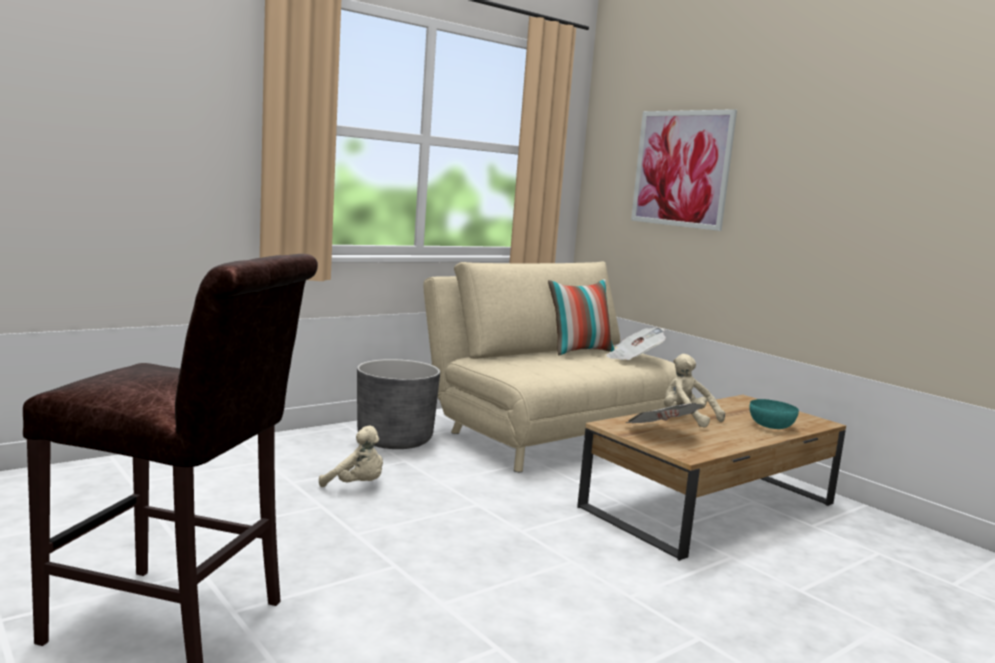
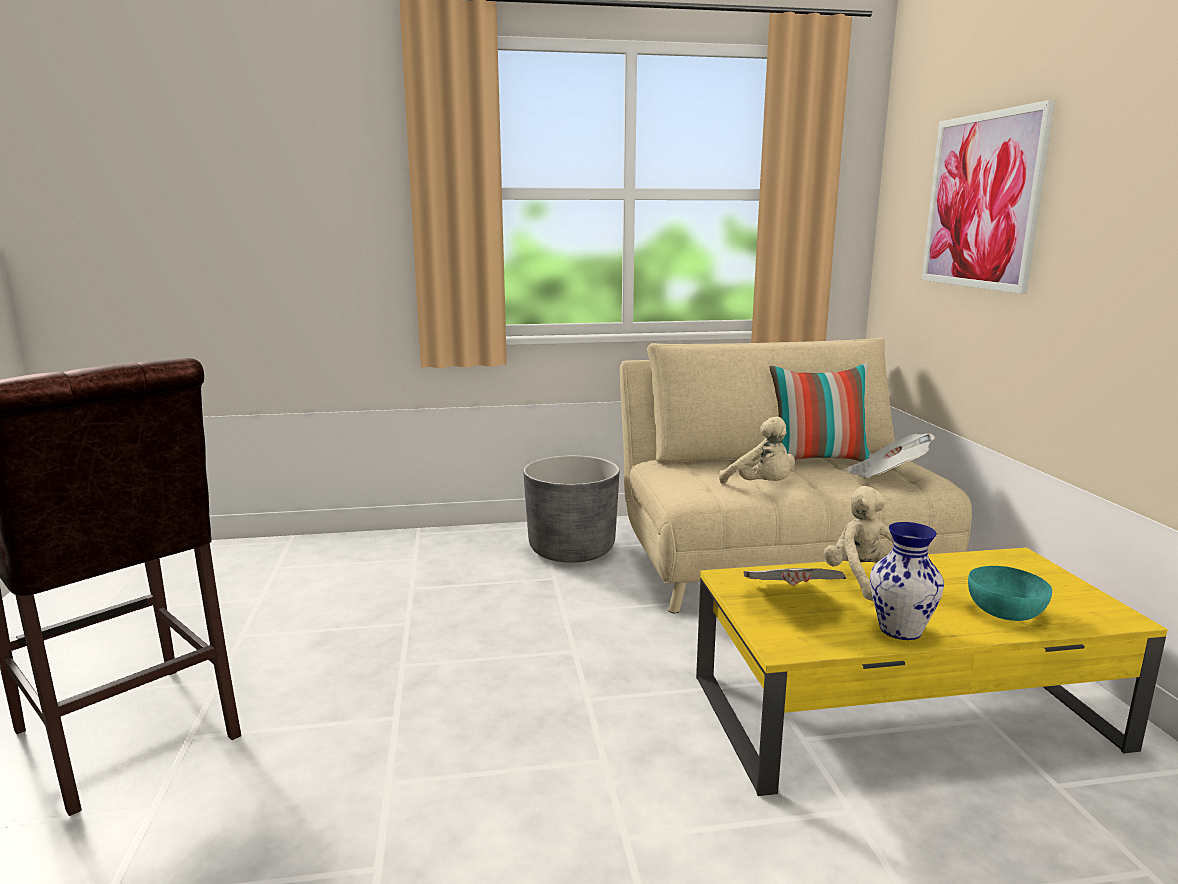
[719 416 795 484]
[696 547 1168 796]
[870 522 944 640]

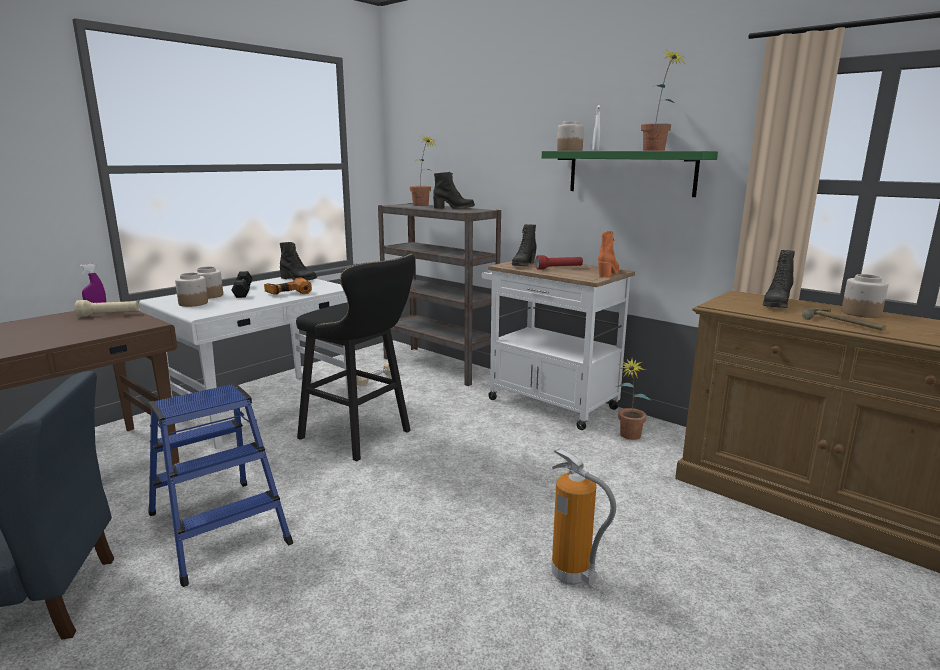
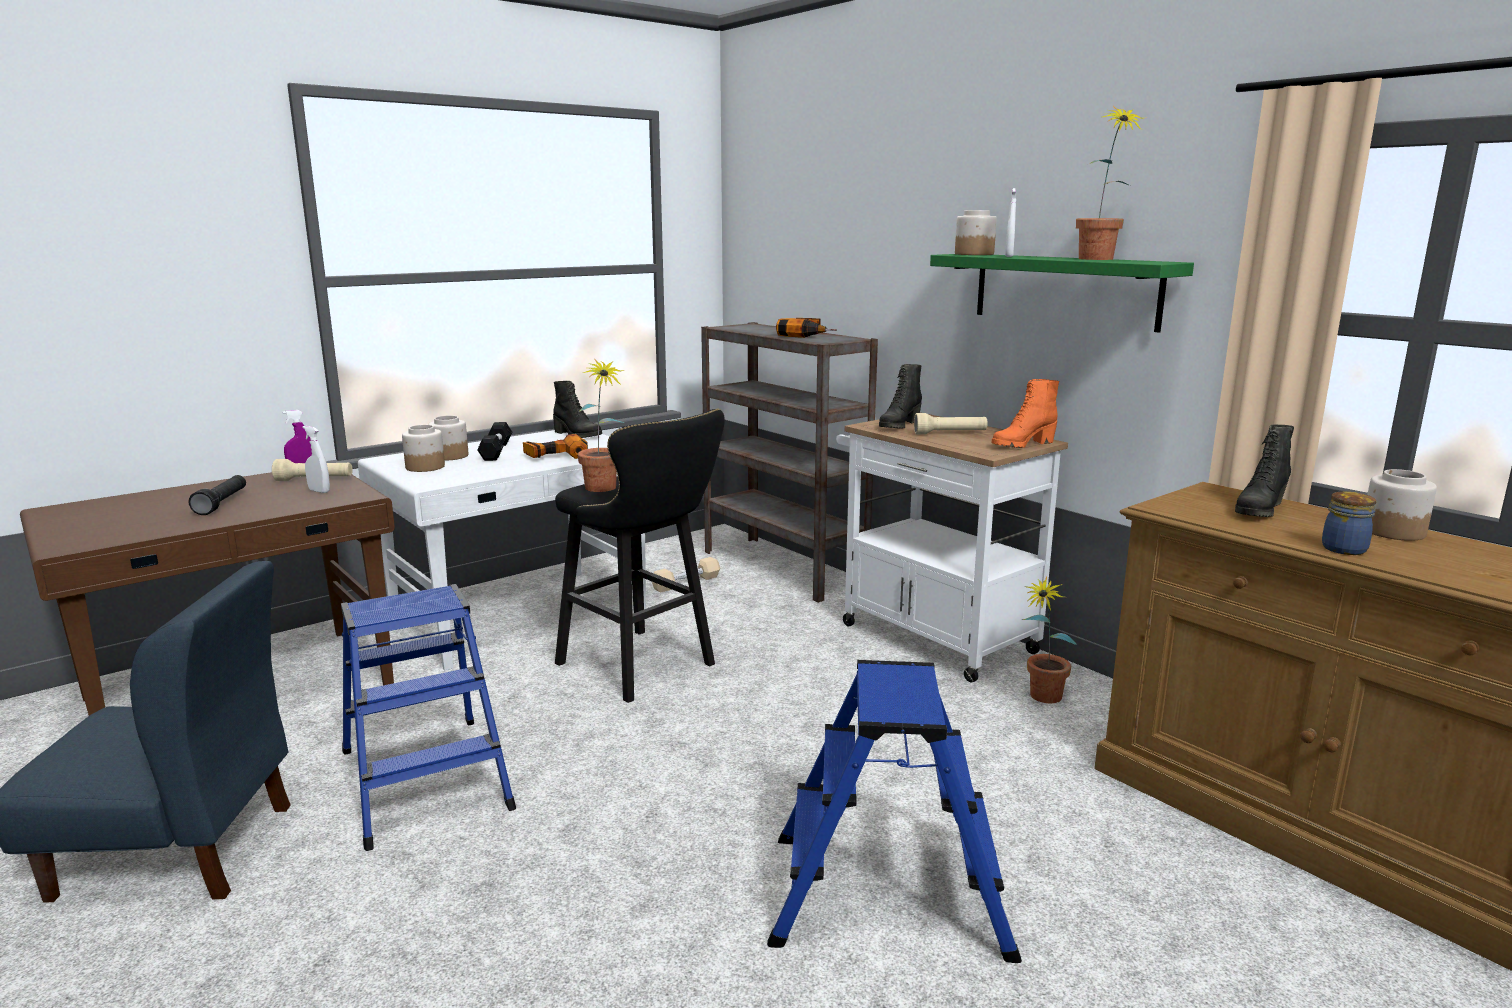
[578 359 624 492]
[776 318 836 338]
[914 413 987 434]
[767 660 1022 963]
[992 379 1059 448]
[1322 492 1376 555]
[189 475 246 515]
[303 426 330 493]

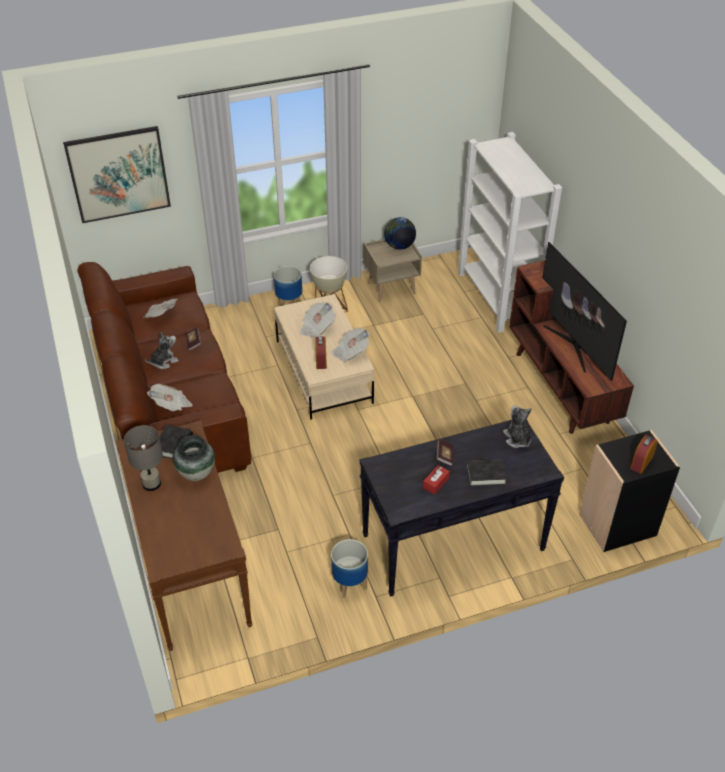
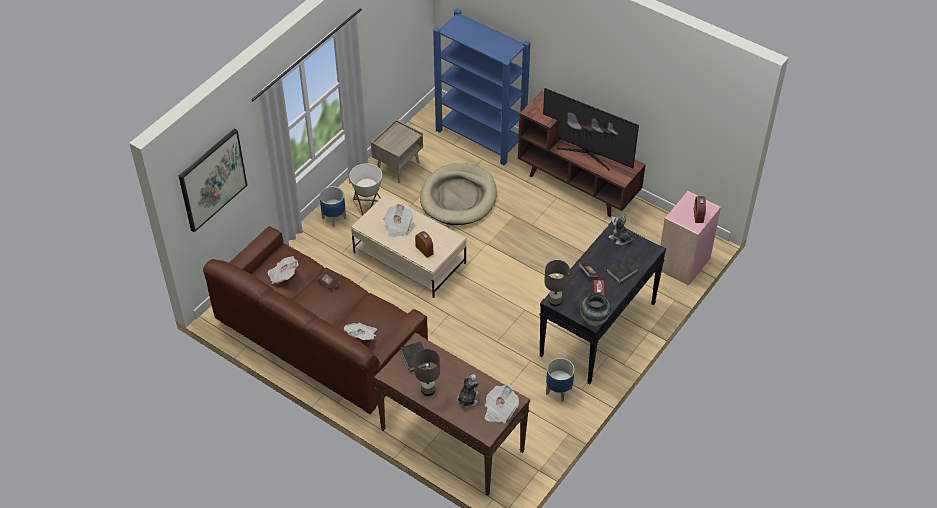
[457 374 479 408]
[580 293 611 326]
[485 385 519 423]
[384 217 416 250] (first image)
[433 9 530 165]
[660 191 721 286]
[420 163 497 225]
[544 260 570 306]

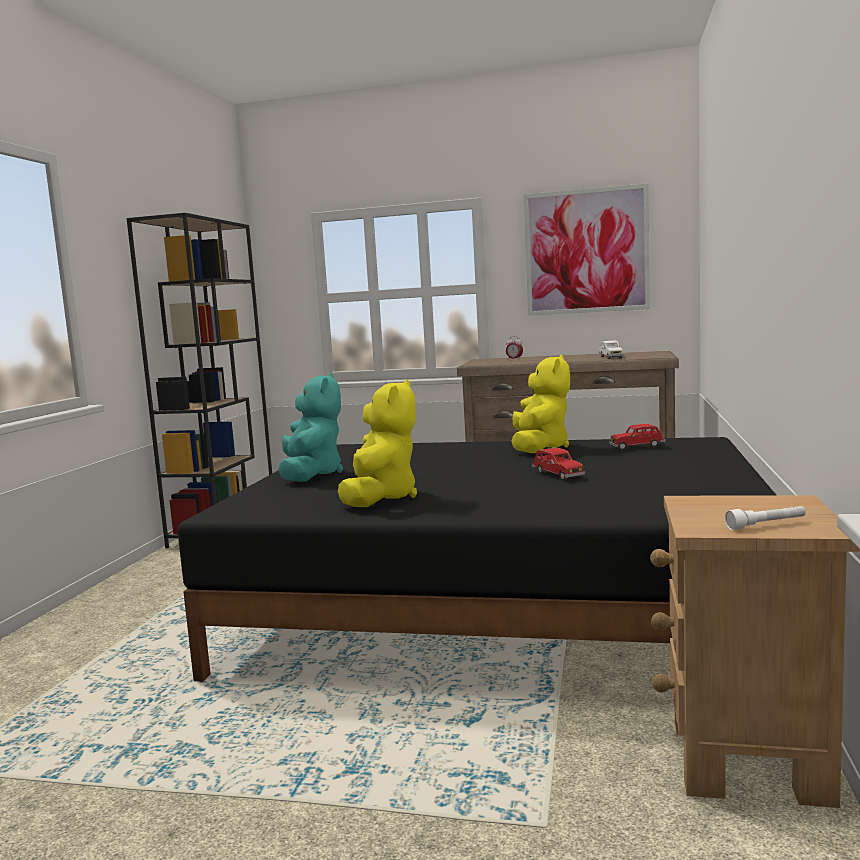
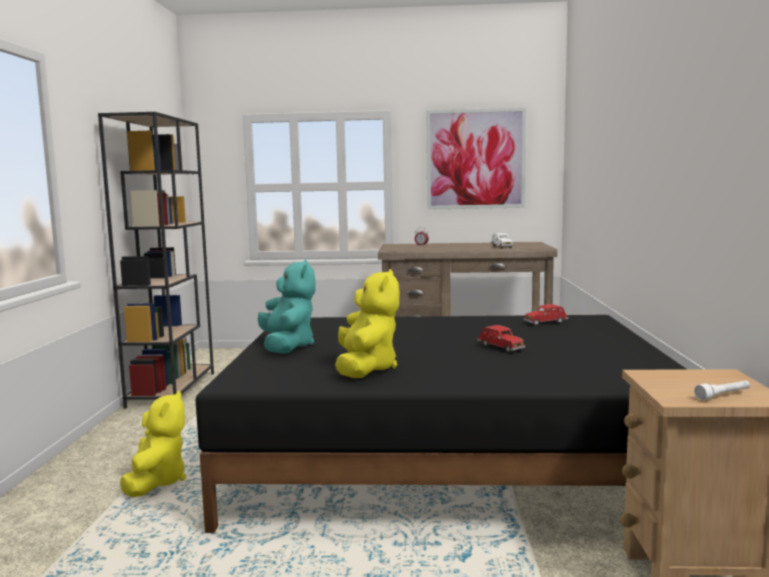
[120 391 186 497]

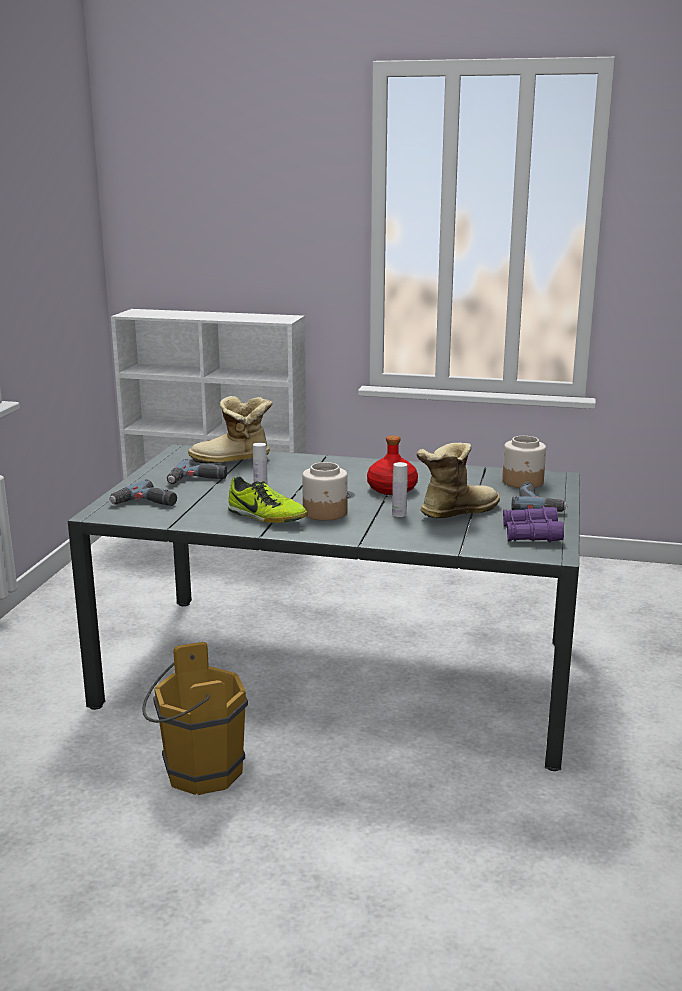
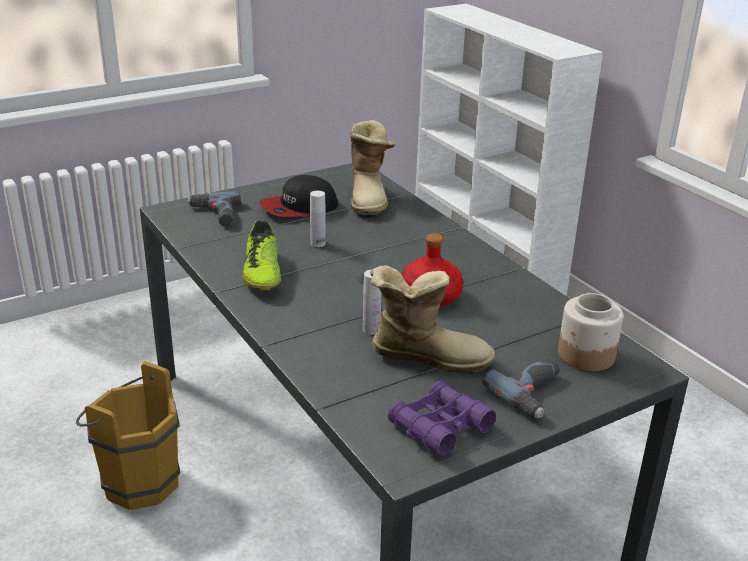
[259 175 338 217]
[350 120 396 217]
[302 462 348 520] (first image)

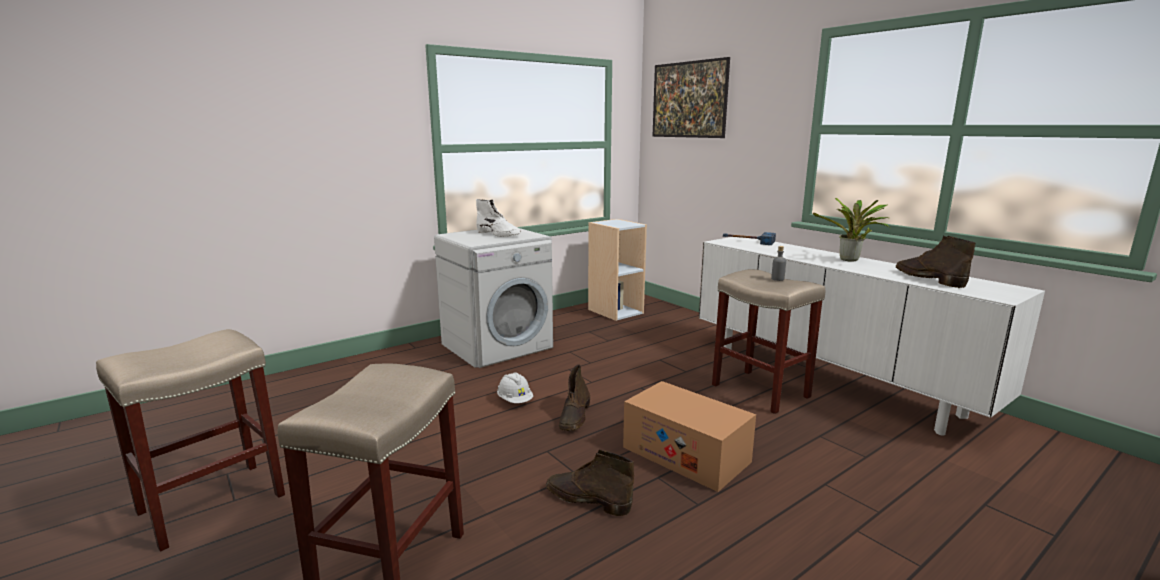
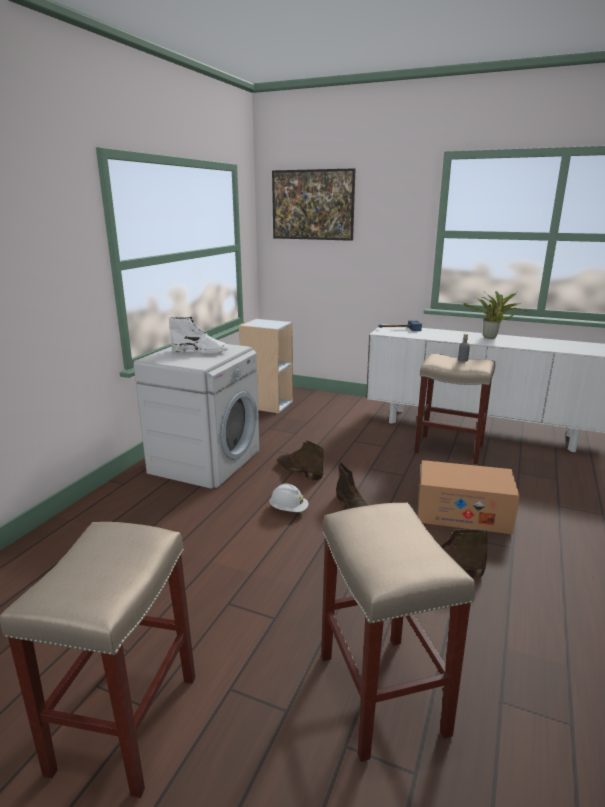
[277 441 323 481]

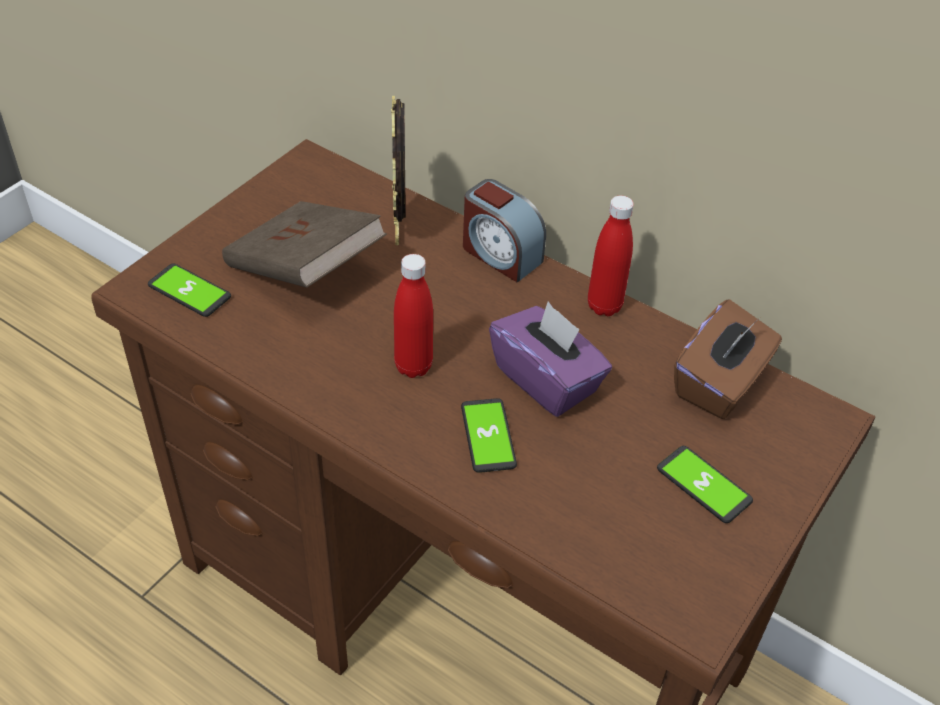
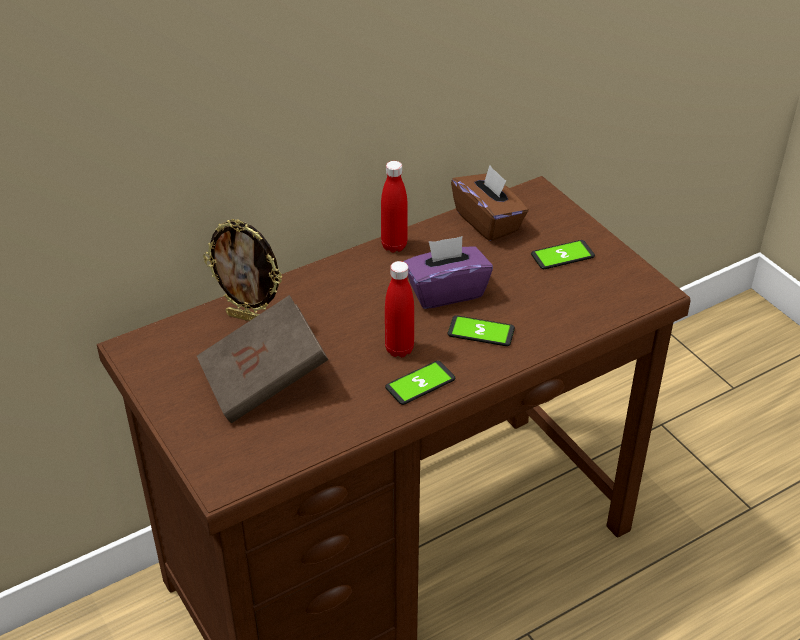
[385 361 455 405]
[463 179 546 282] (first image)

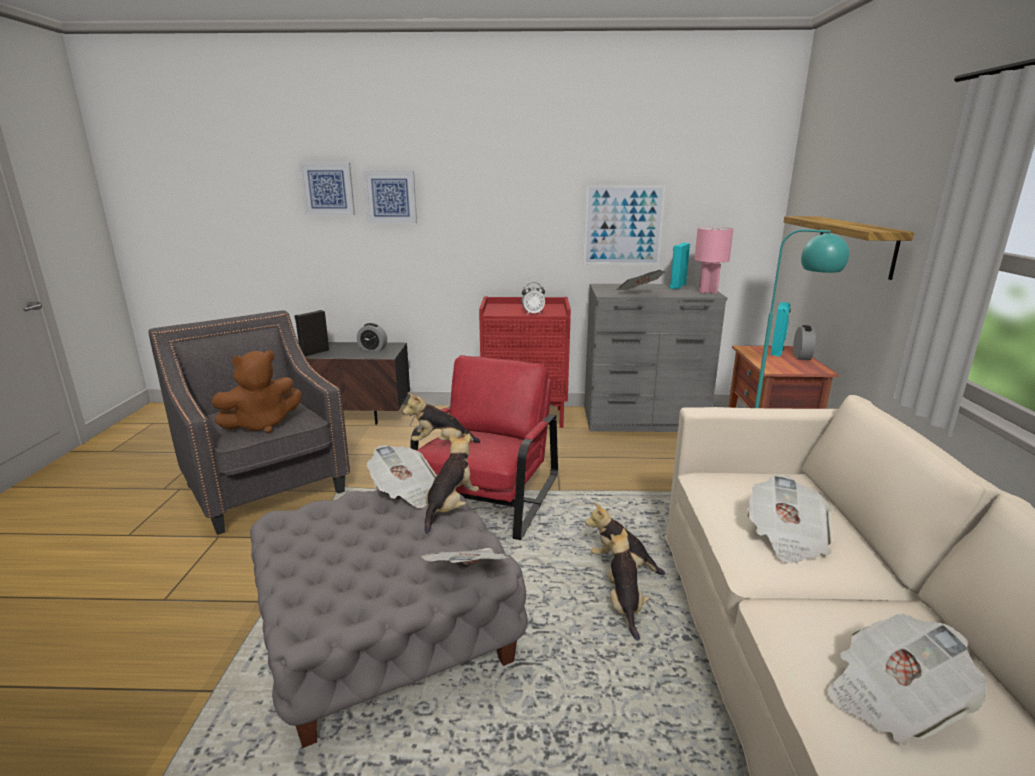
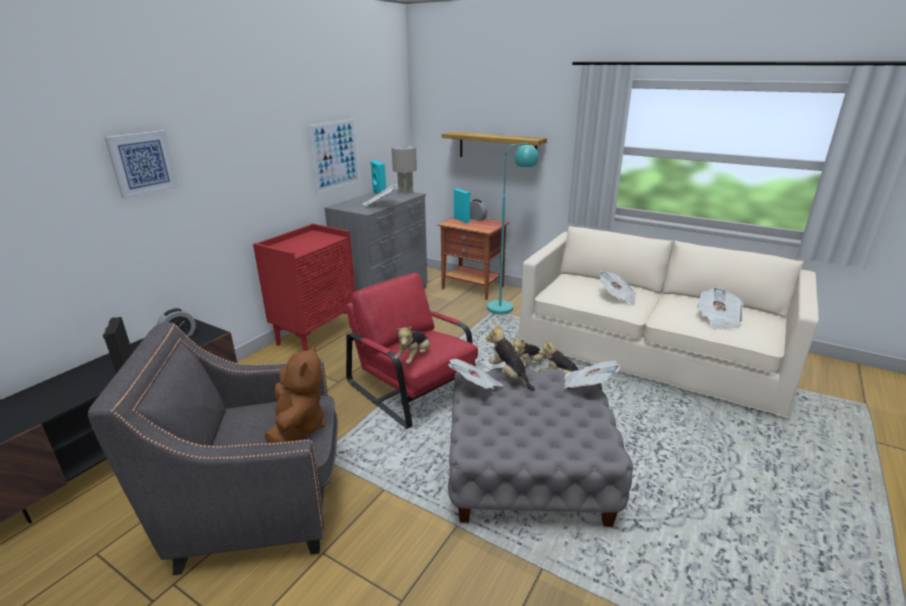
[299 163 355 215] (first image)
[521 282 545 315] (first image)
[392 145 417 195]

